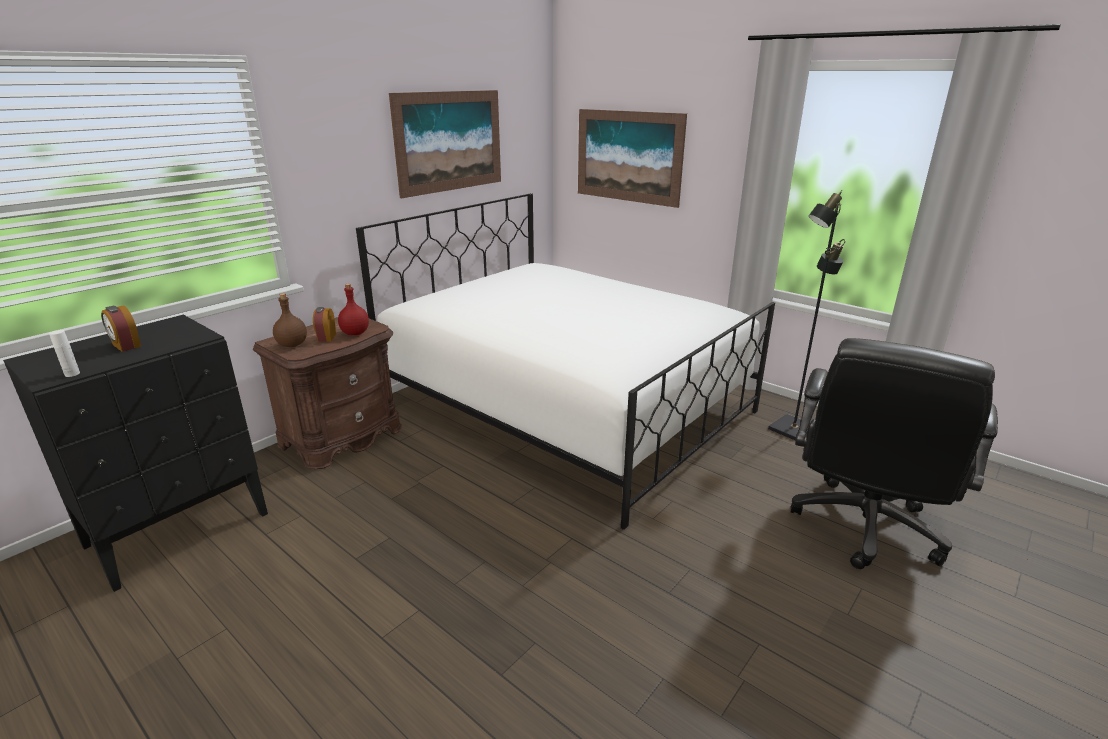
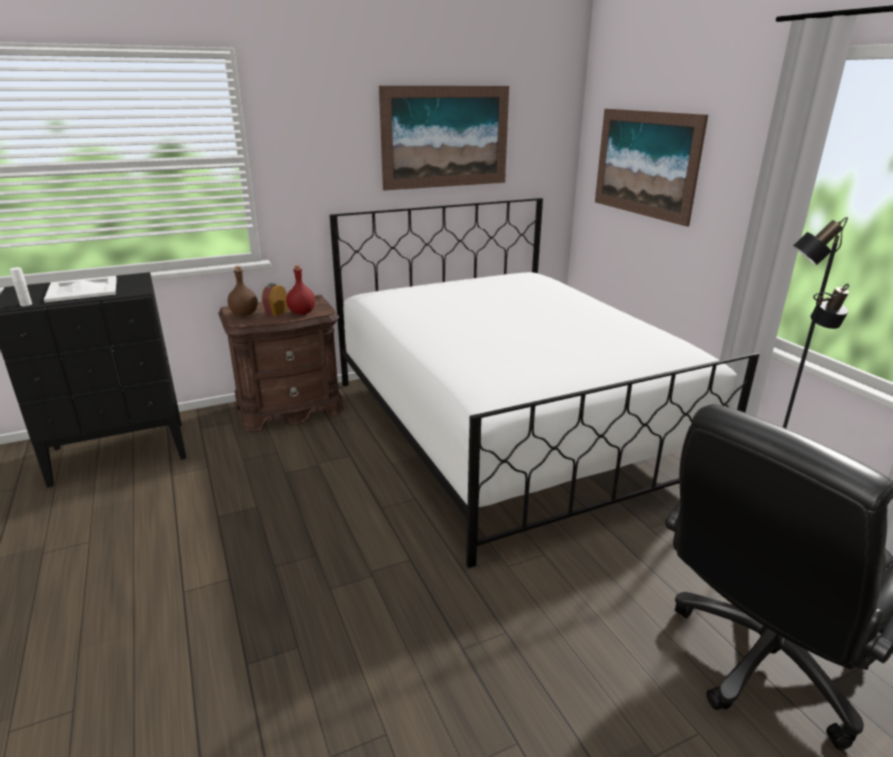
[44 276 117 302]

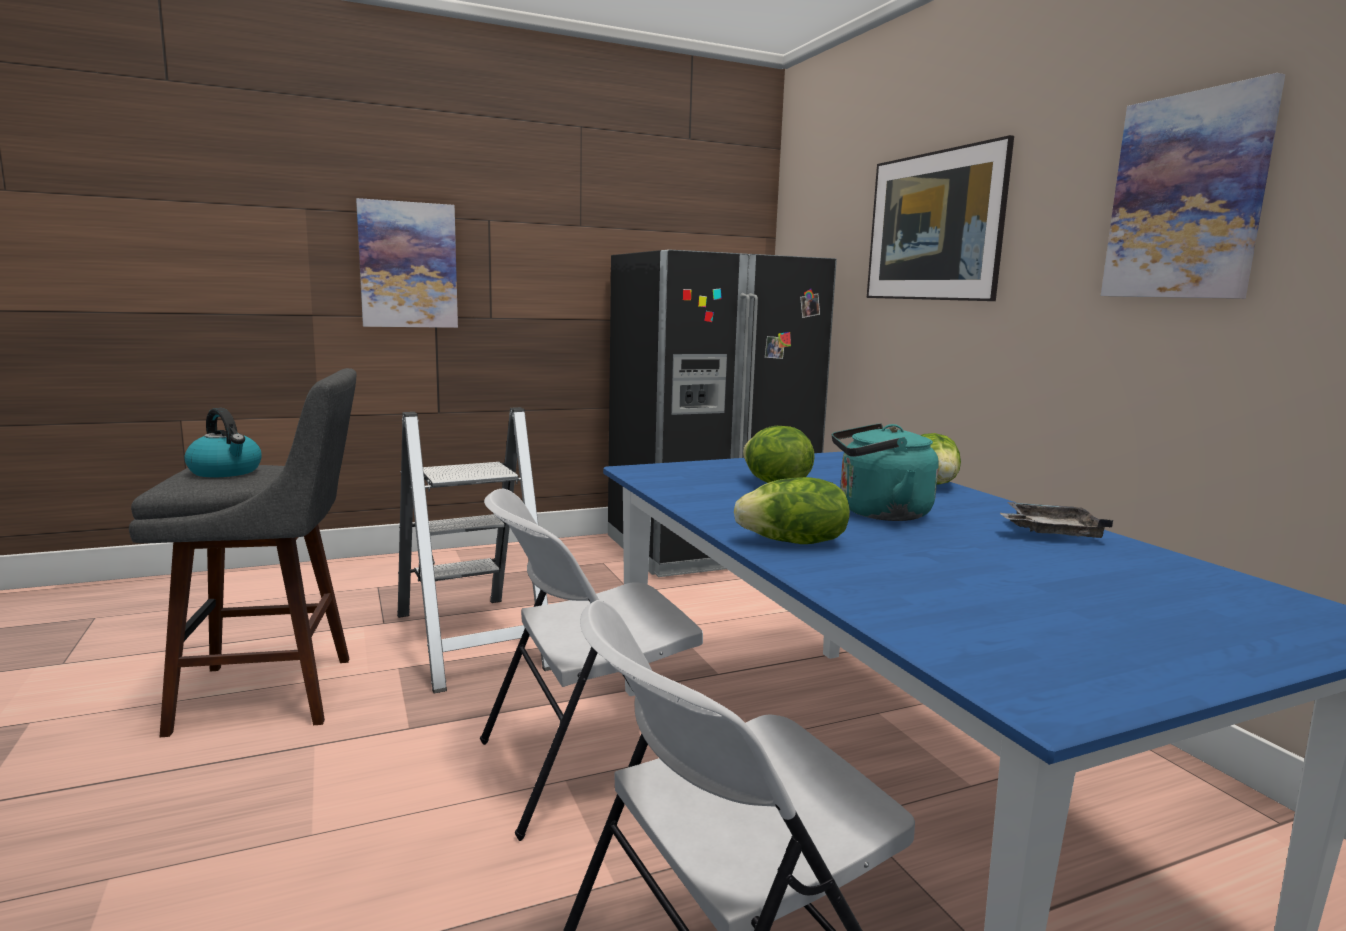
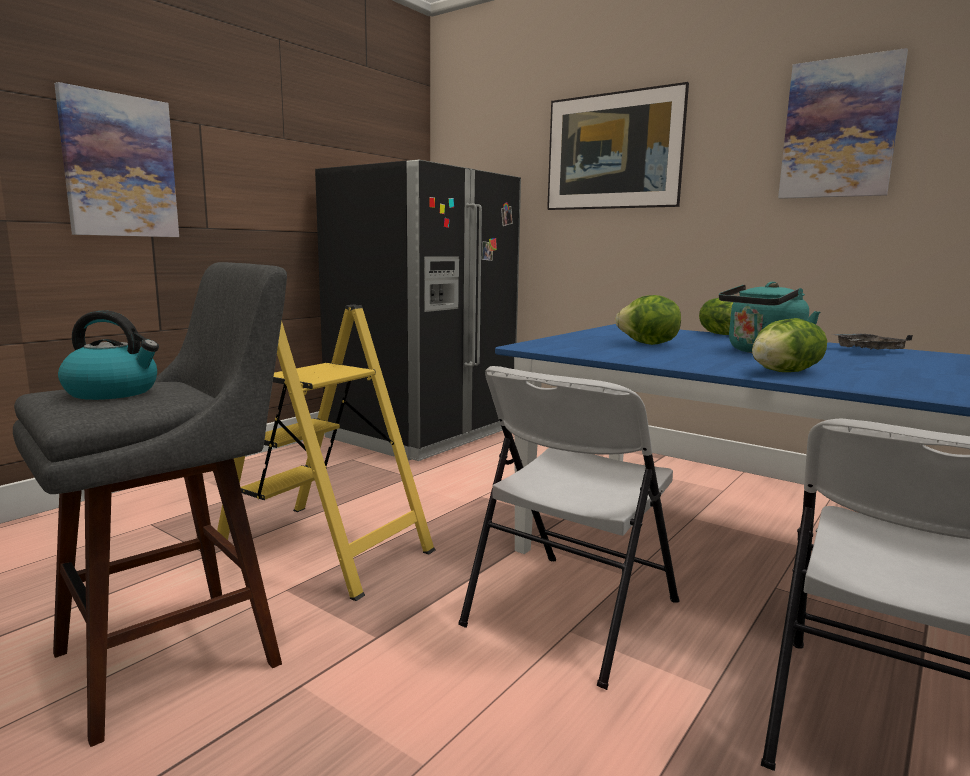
[214 305 435 601]

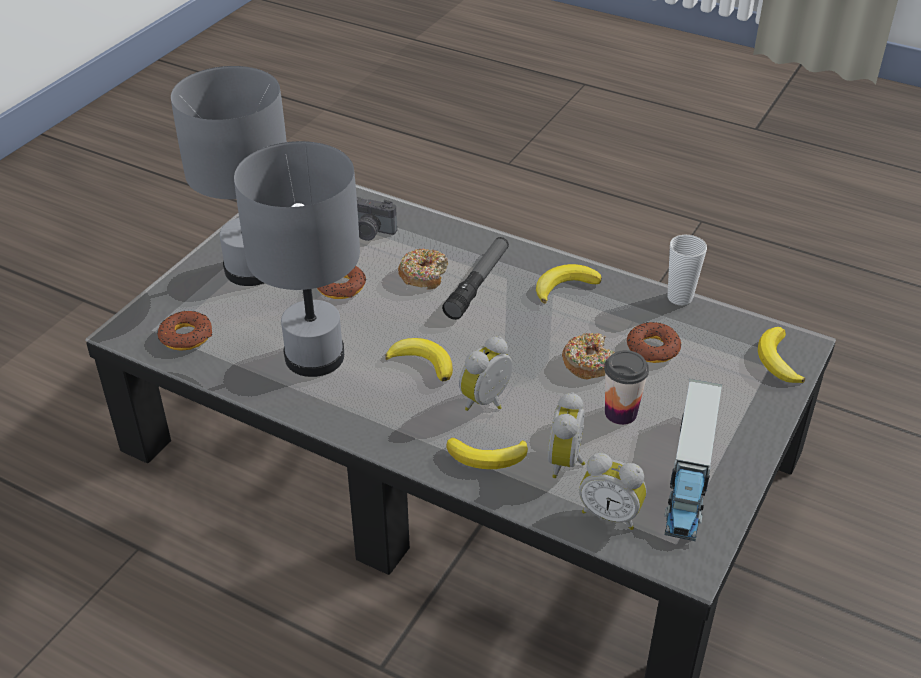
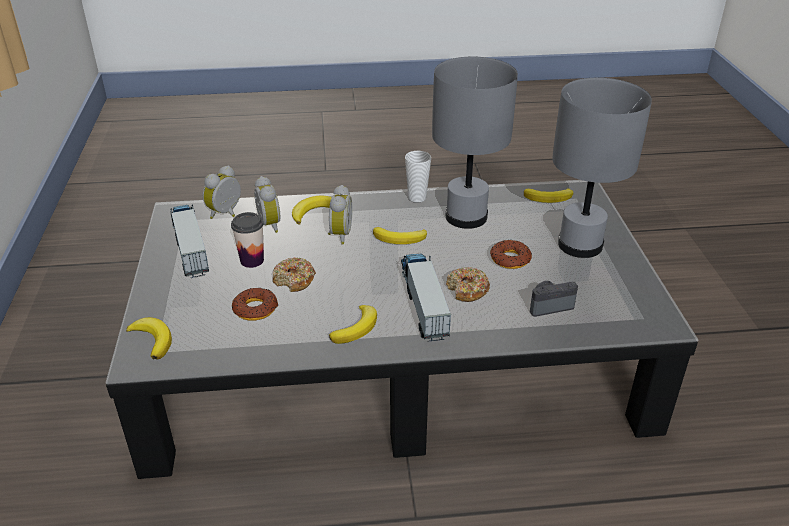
[524 188 573 203]
[401 253 451 341]
[203 165 241 219]
[405 151 431 203]

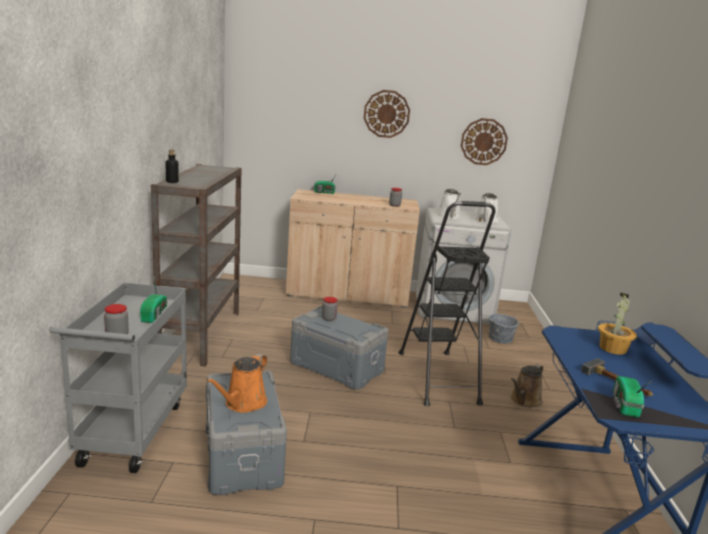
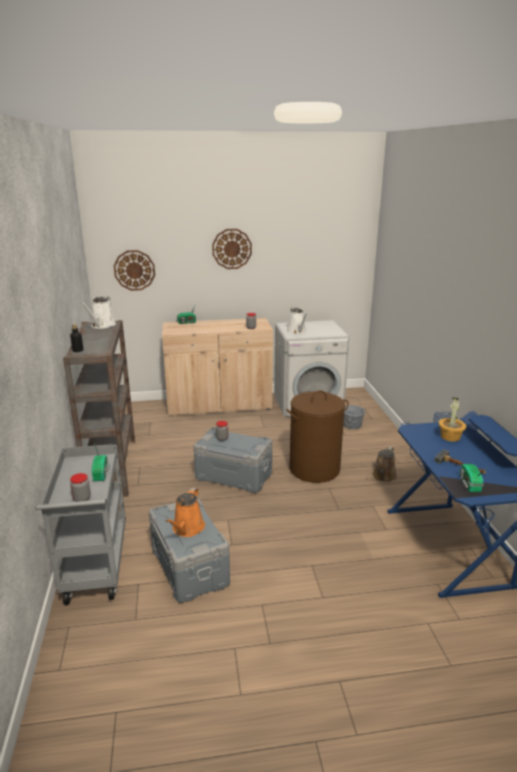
[286 390 349 483]
[114 250 155 291]
[81 296 116 329]

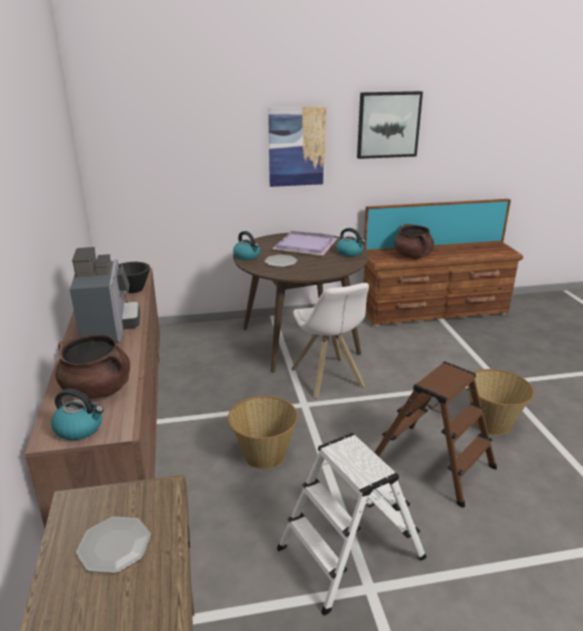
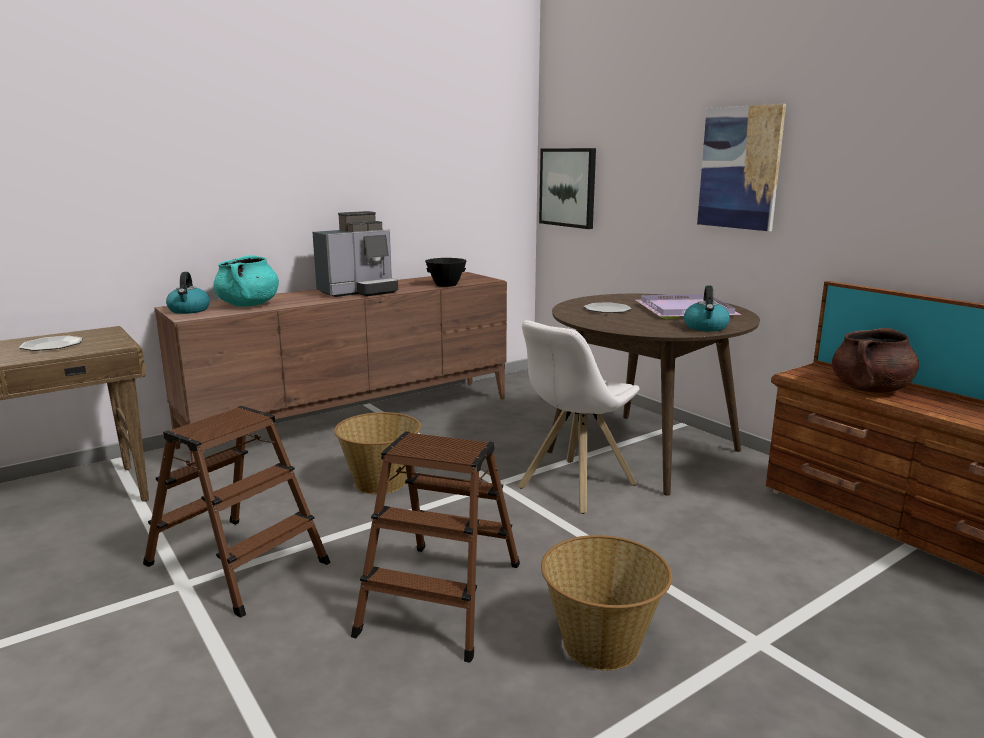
[213 255 279 307]
[233 231 260 260] (first image)
[143 406 330 617]
[539 148 596 229]

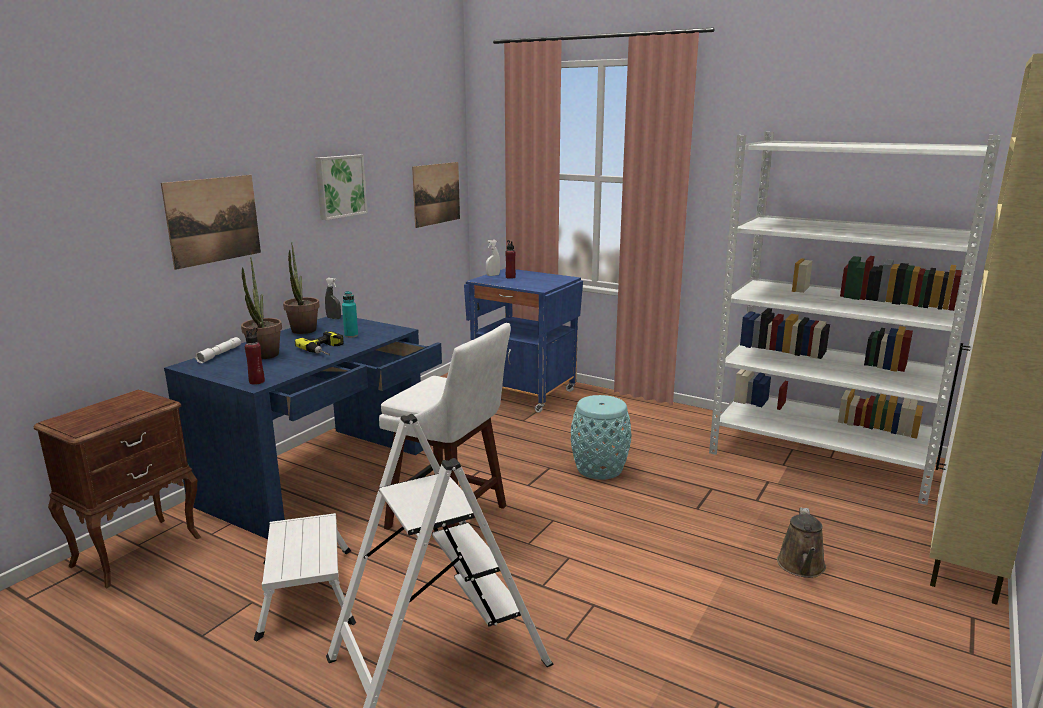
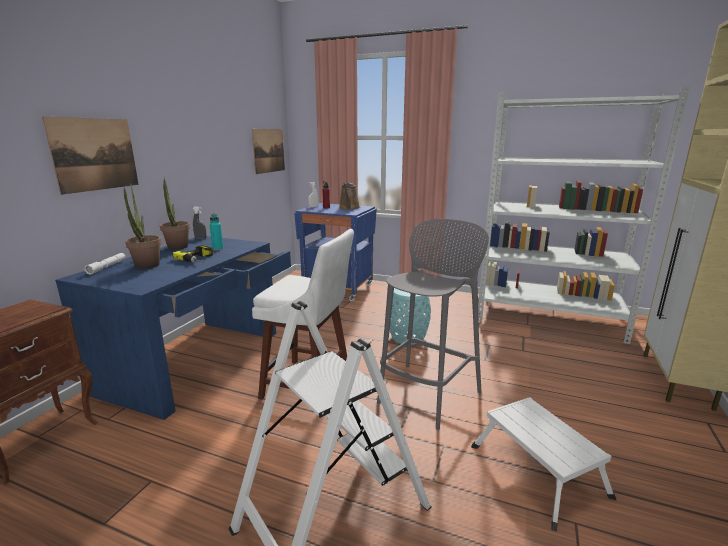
[245 328 265 385] (first image)
[471 397 616 532]
[315 155 368 220] (first image)
[339 183 360 210]
[377 219 489 430]

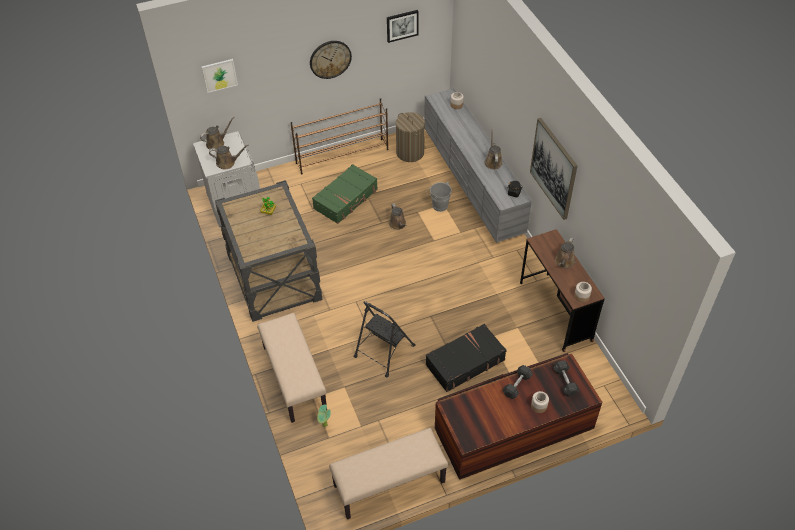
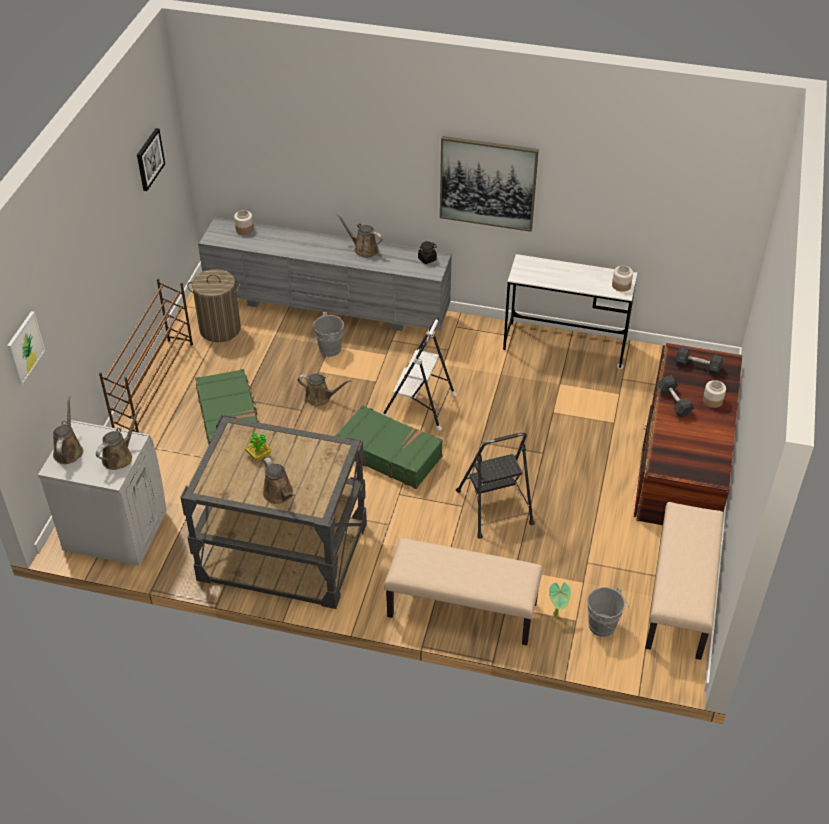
[310 41 352 79] (first image)
[426 324 507 392] (first image)
[503 254 637 369]
[263 457 296 504]
[335 405 443 489]
[382 317 457 431]
[587 587 630 637]

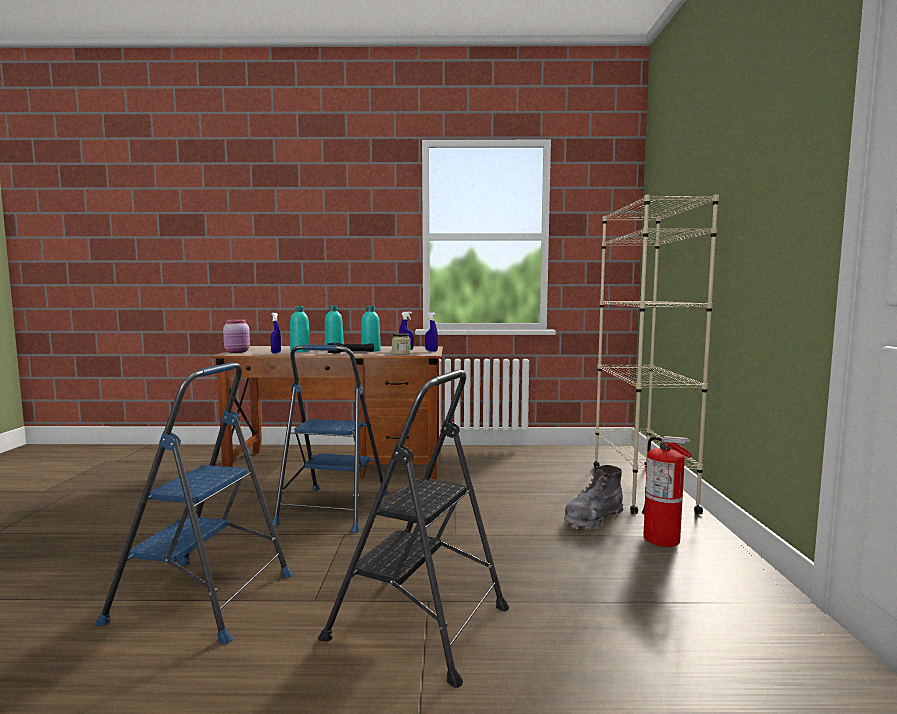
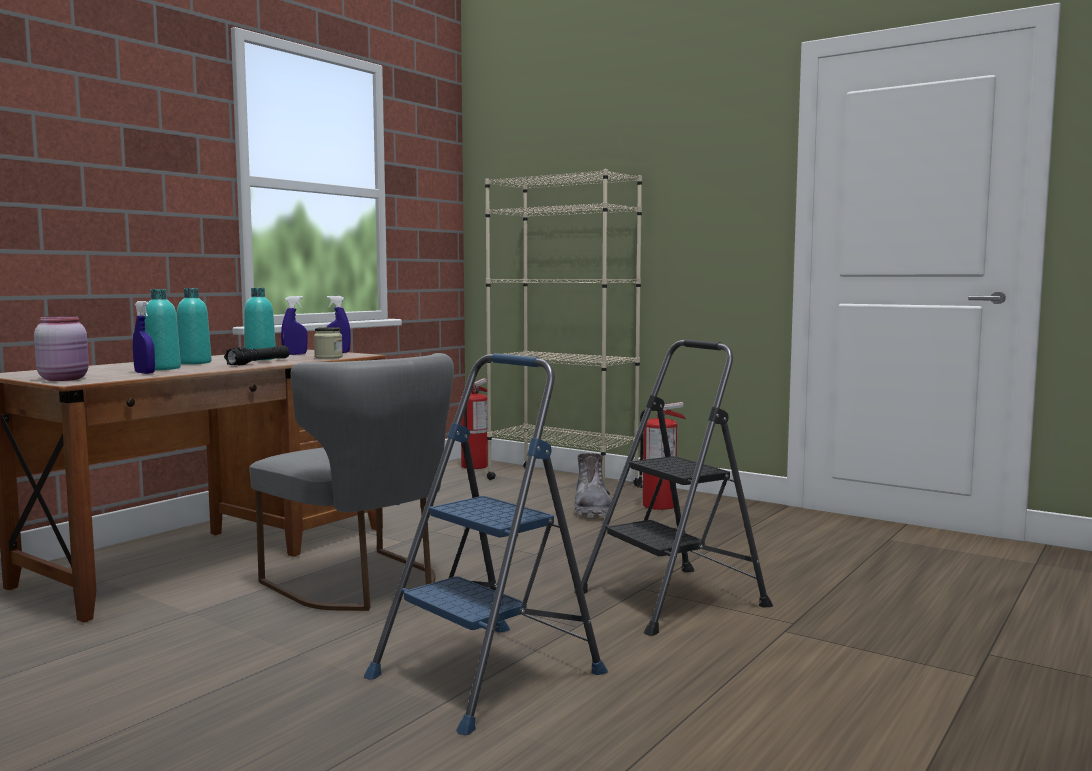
[249 353 454 611]
[461 378 488 469]

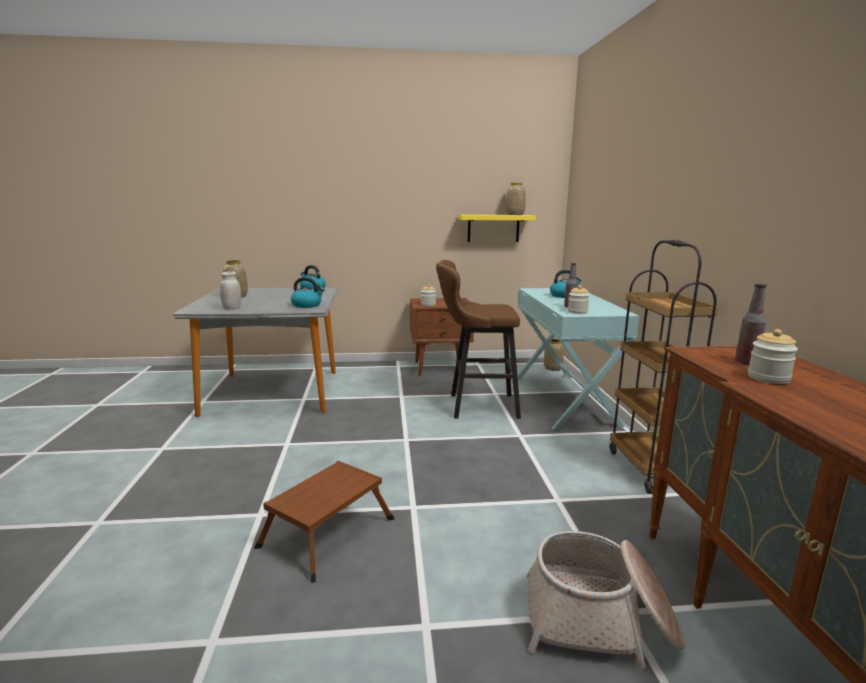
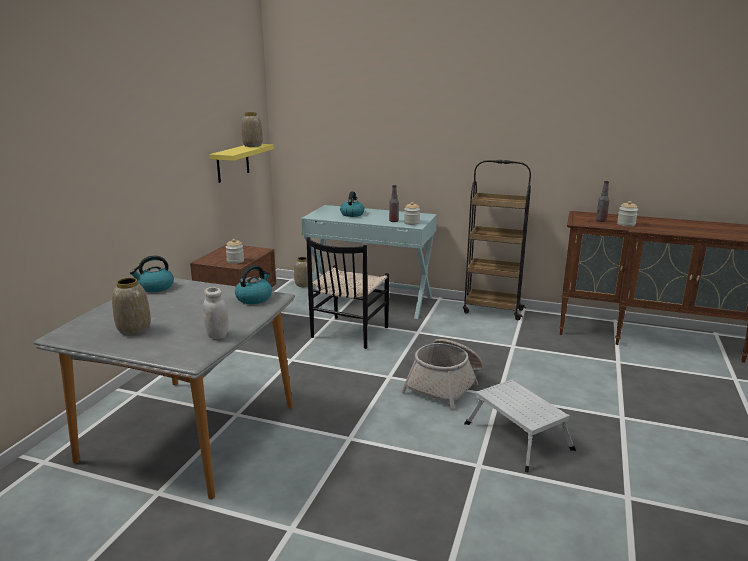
[464 379 576 473]
[307 237 389 349]
[401 339 483 410]

